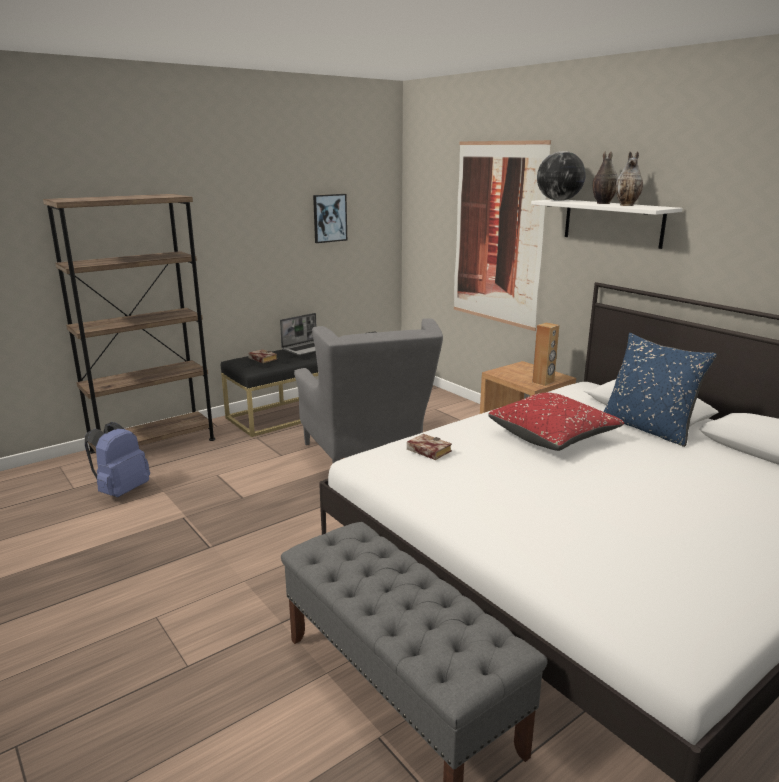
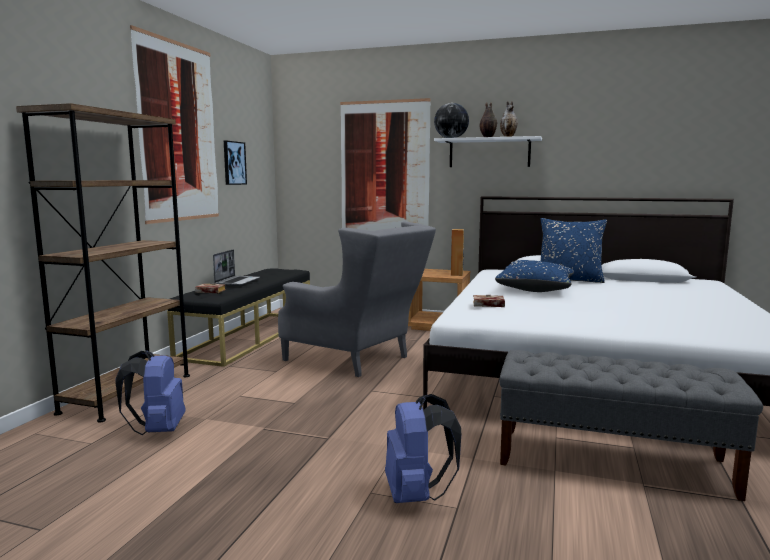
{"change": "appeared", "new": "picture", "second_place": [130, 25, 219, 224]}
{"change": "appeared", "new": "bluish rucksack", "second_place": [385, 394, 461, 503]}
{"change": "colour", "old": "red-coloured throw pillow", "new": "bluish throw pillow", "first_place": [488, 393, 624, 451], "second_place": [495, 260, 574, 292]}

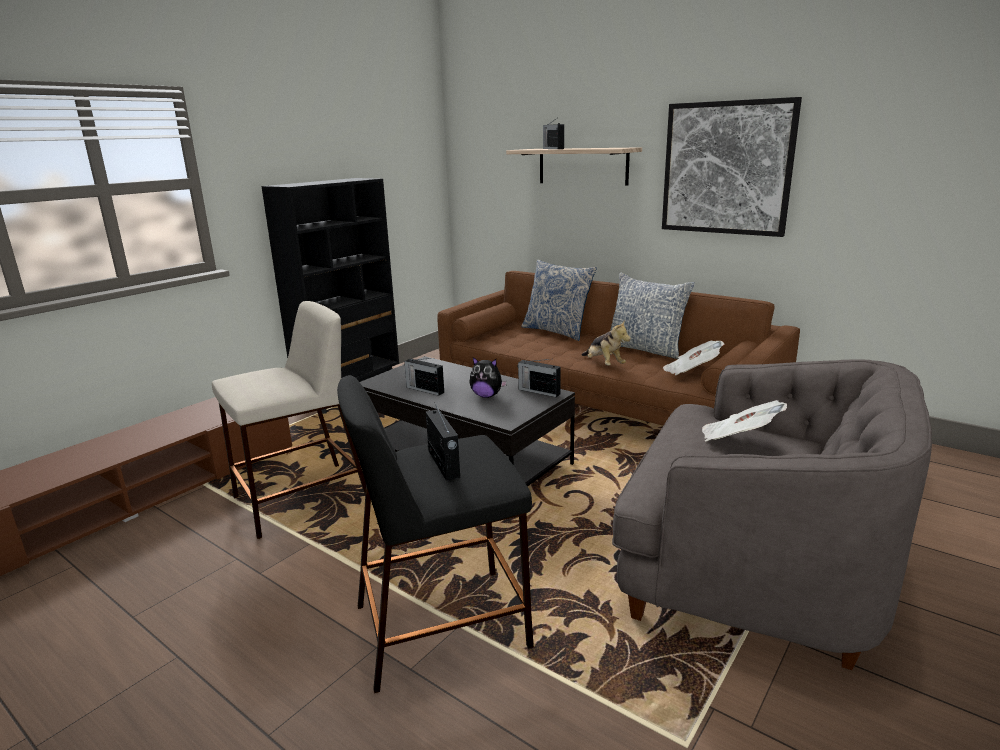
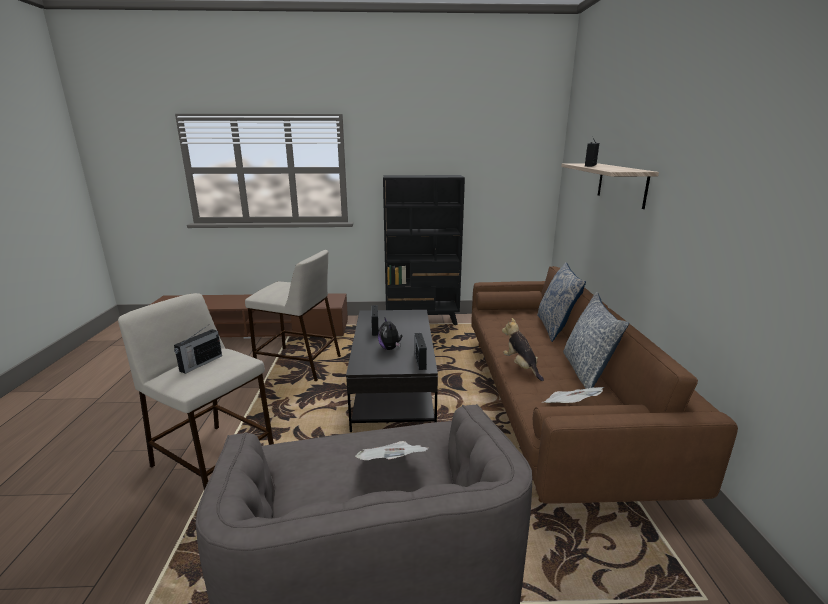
{"change": "missing", "old": "picture", "first_place": [662, 97, 802, 237]}
{"change": "colour", "old": "blackish sitting stool", "new": "sand-coloured sitting stool", "first_place": [337, 375, 534, 693], "second_place": [118, 293, 274, 490]}
{"change": "spun", "old": "cuddly toy", "first_place": [581, 320, 631, 365], "second_place": [502, 318, 544, 381], "degrees": 135}

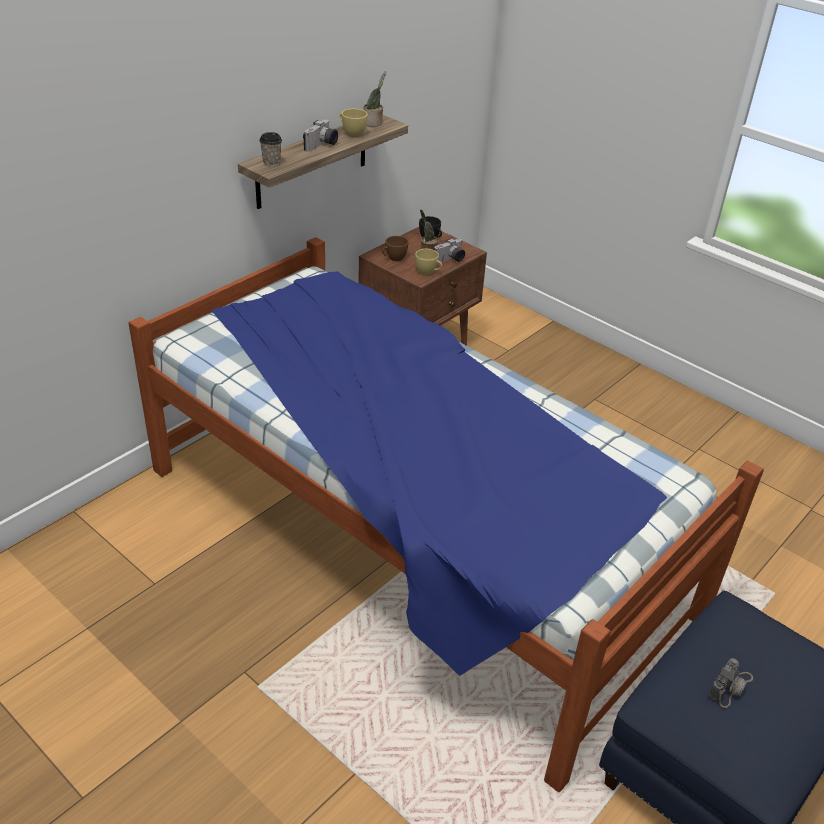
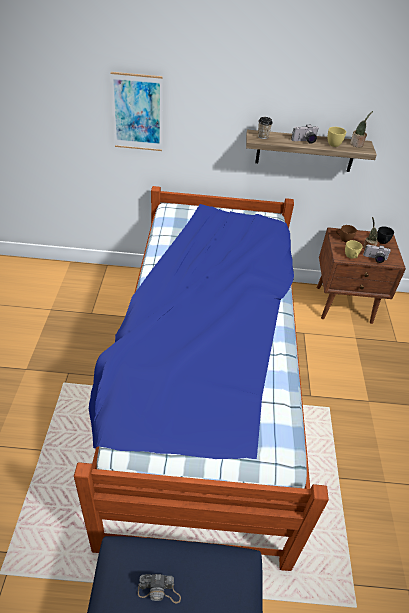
{"change": "appeared", "new": "picture", "second_place": [110, 72, 163, 151]}

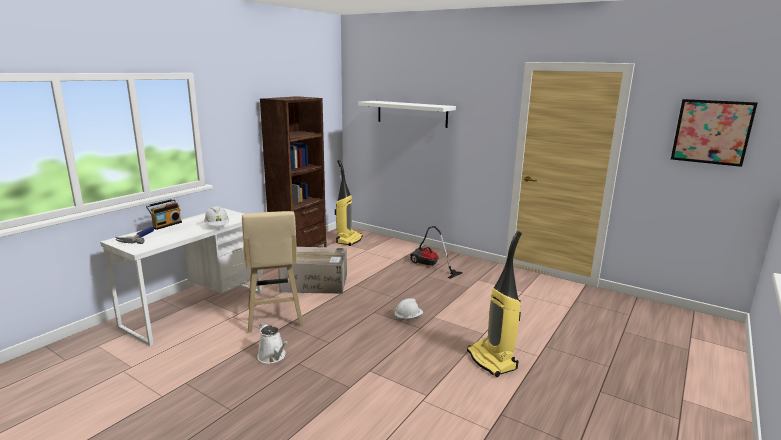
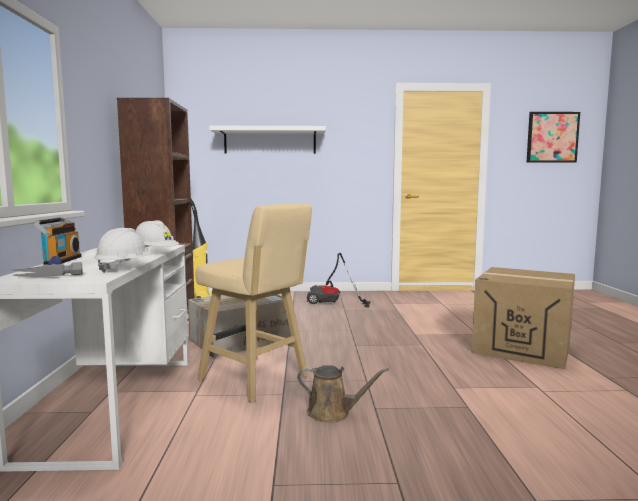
{"change": "relocated", "old": "white-coloured work helmet", "first_place": [395, 298, 423, 322], "second_place": [94, 228, 154, 273]}
{"change": "exchanged", "old": "hoover", "new": "packing box", "first_place": [467, 231, 522, 377], "second_place": [472, 267, 575, 369]}
{"change": "colour", "old": "white-coloured watering pot", "new": "brown-coloured watering pot", "first_place": [257, 323, 288, 364], "second_place": [297, 365, 389, 423]}

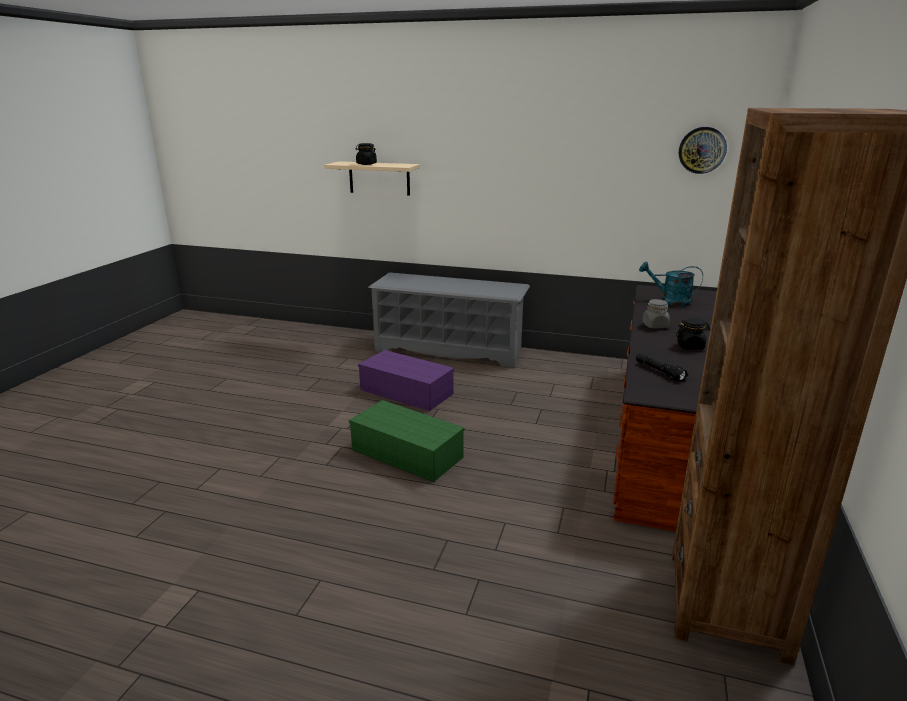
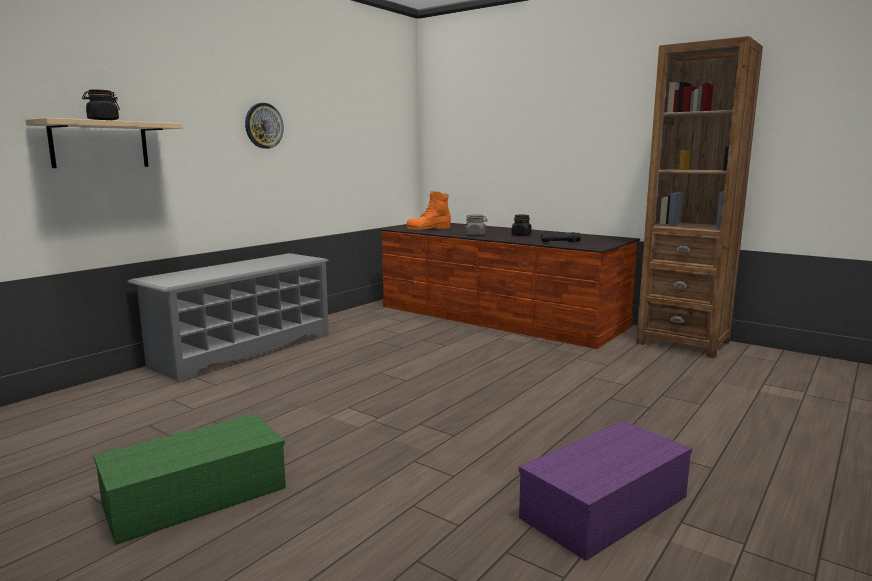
{"change": "relocated", "old": "green-coloured storage container", "first_place": [349, 400, 464, 482], "second_place": [93, 414, 286, 545]}
{"change": "relocated", "old": "purplish storage container", "first_place": [358, 350, 454, 411], "second_place": [519, 421, 692, 561]}
{"change": "relocated", "old": "clock on the wall", "first_place": [679, 127, 727, 174], "second_place": [245, 103, 284, 149]}
{"change": "exchanged", "old": "turquoise-coloured watering pot", "new": "orangey boot", "first_place": [639, 262, 703, 306], "second_place": [407, 191, 451, 230]}

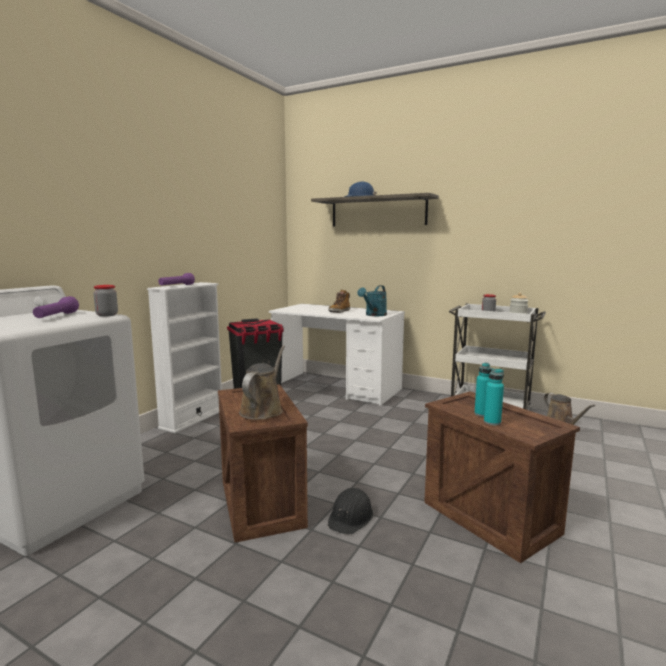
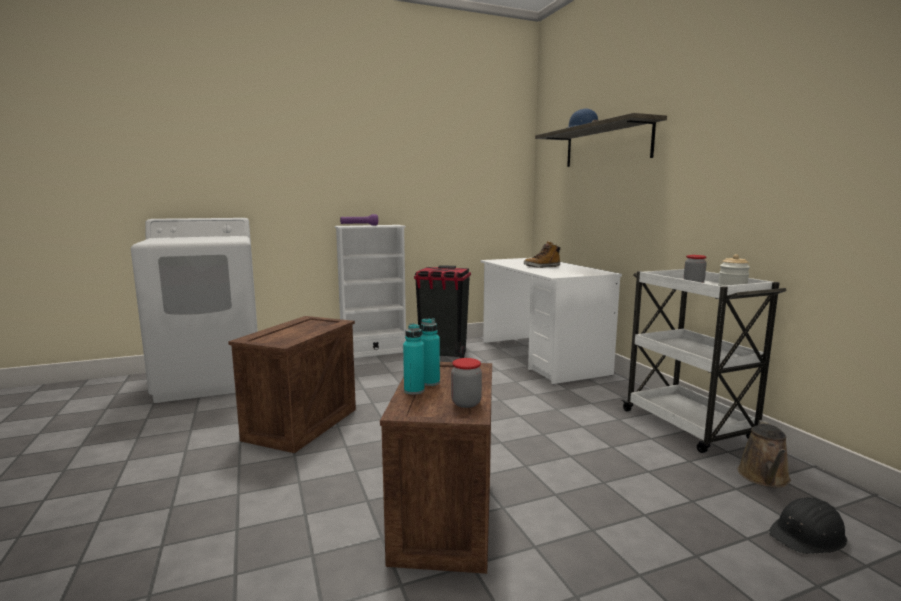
{"change": "missing", "old": "purplish hand torch", "first_place": [33, 296, 79, 318]}
{"change": "missing", "old": "brown-coloured watering pot", "first_place": [239, 345, 285, 420]}
{"change": "missing", "old": "turquoise-coloured watering pot", "first_place": [357, 285, 387, 316]}
{"change": "relocated", "old": "preserve jar", "first_place": [93, 285, 118, 317], "second_place": [451, 358, 482, 408]}
{"change": "relocated", "old": "blackish work helmet", "first_place": [328, 488, 373, 534], "second_place": [768, 497, 847, 554]}

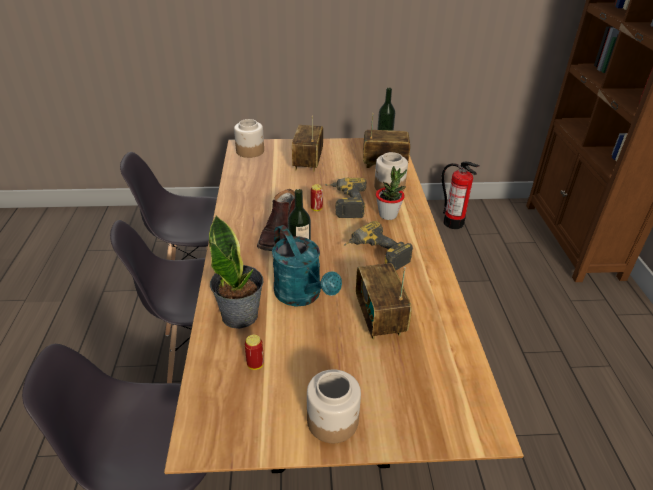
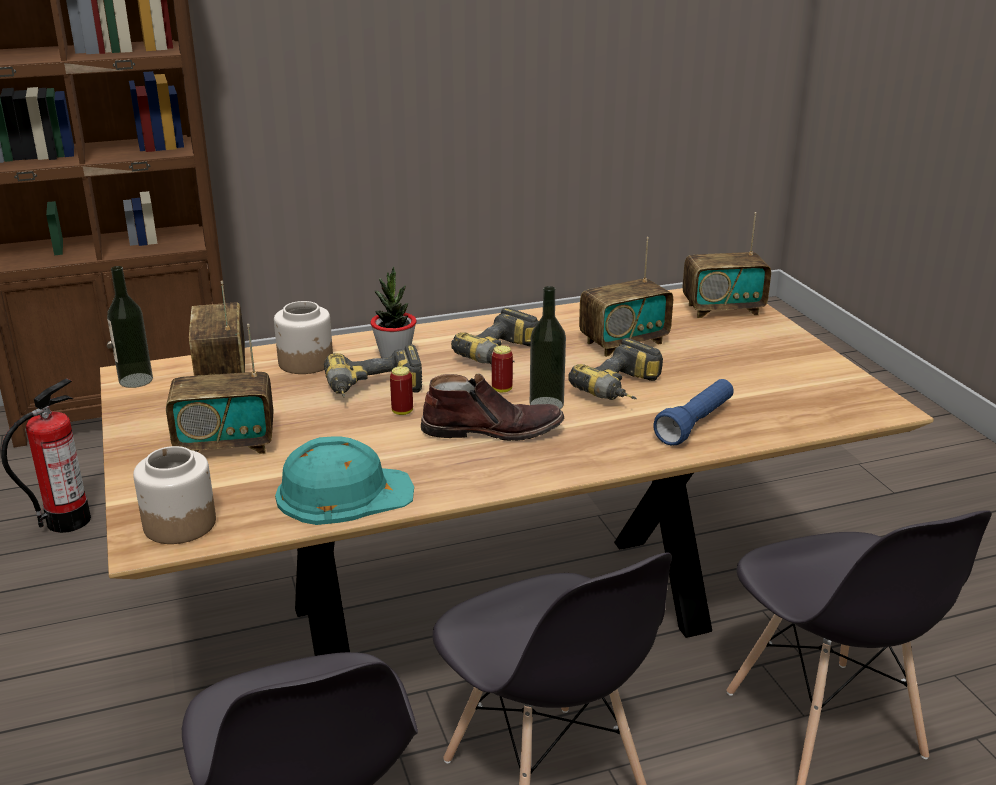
{"change": "missing", "old": "preserve jar", "first_place": [307, 370, 361, 443]}
{"change": "appeared", "new": "turquoise-coloured work helmet", "second_place": [275, 436, 414, 525]}
{"change": "appeared", "new": "radio", "second_place": [683, 212, 771, 318]}
{"change": "relocated", "old": "sealed can", "first_place": [245, 335, 264, 370], "second_place": [492, 346, 513, 392]}
{"change": "exchanged", "old": "plant in a pot", "new": "bluish hand torch", "first_place": [209, 216, 263, 329], "second_place": [653, 379, 734, 446]}
{"change": "exchanged", "old": "turquoise-coloured watering pot", "new": "electric drill", "first_place": [272, 225, 342, 307], "second_place": [569, 338, 663, 400]}

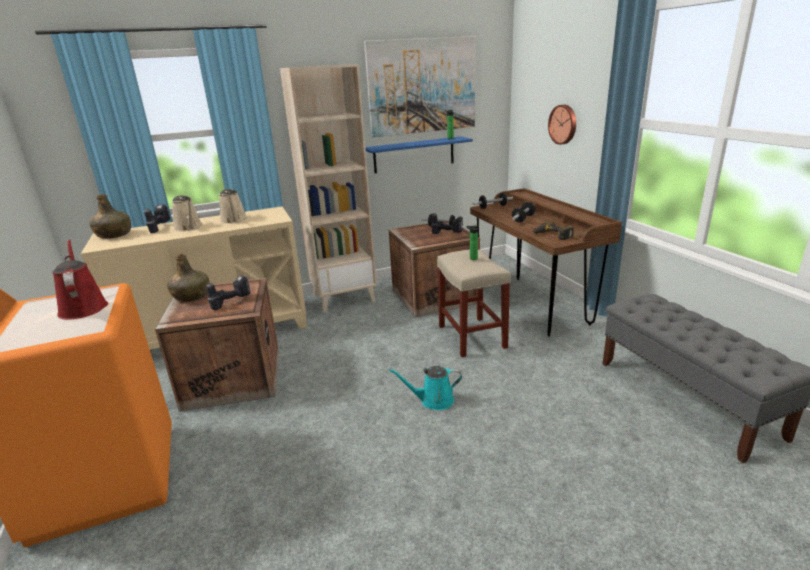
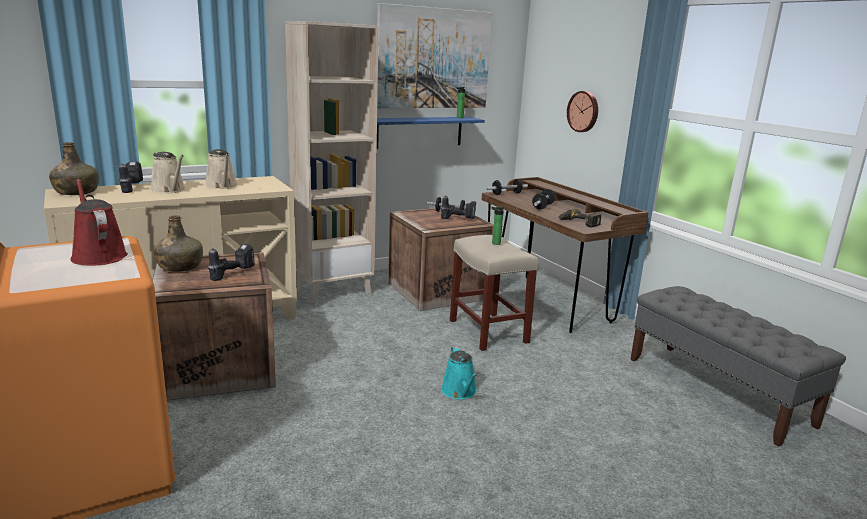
{"change": "spun", "old": "turquoise-coloured watering pot", "first_place": [388, 366, 462, 410], "second_place": [441, 346, 477, 399], "degrees": -90}

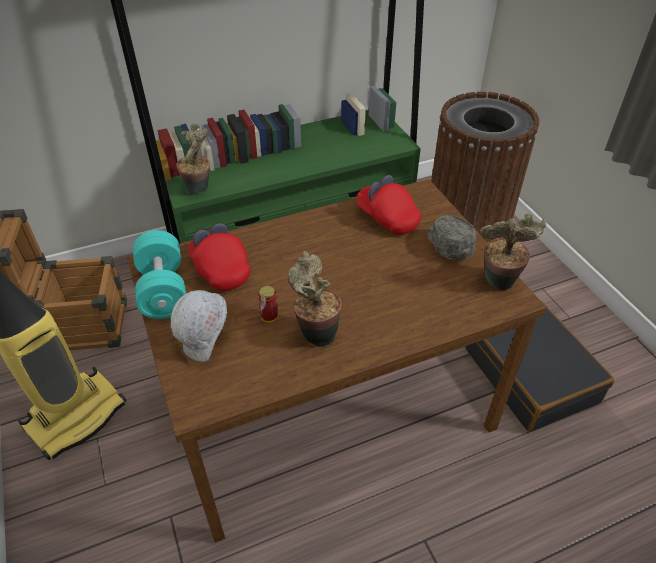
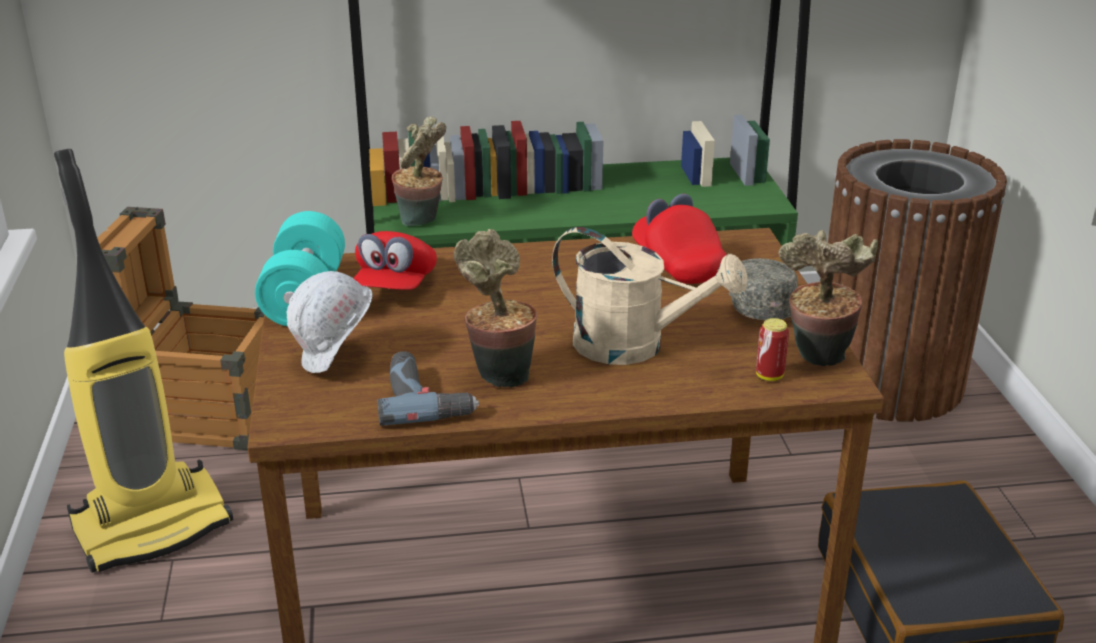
{"change": "appeared", "new": "electric drill", "second_place": [377, 351, 479, 426]}
{"change": "appeared", "new": "sand-coloured watering pot", "second_place": [552, 227, 747, 365]}
{"change": "relocated", "old": "sealed can", "first_place": [258, 286, 278, 322], "second_place": [756, 318, 789, 381]}
{"change": "spun", "old": "red-coloured baseball cap", "first_place": [188, 223, 250, 290], "second_place": [353, 231, 437, 290], "degrees": -150}

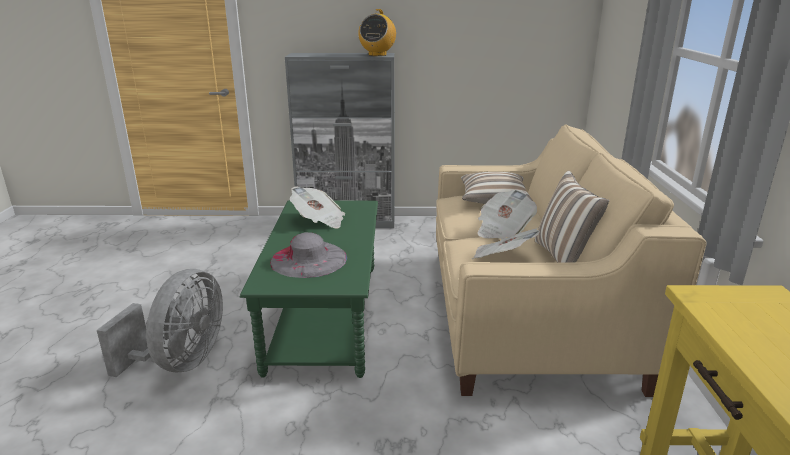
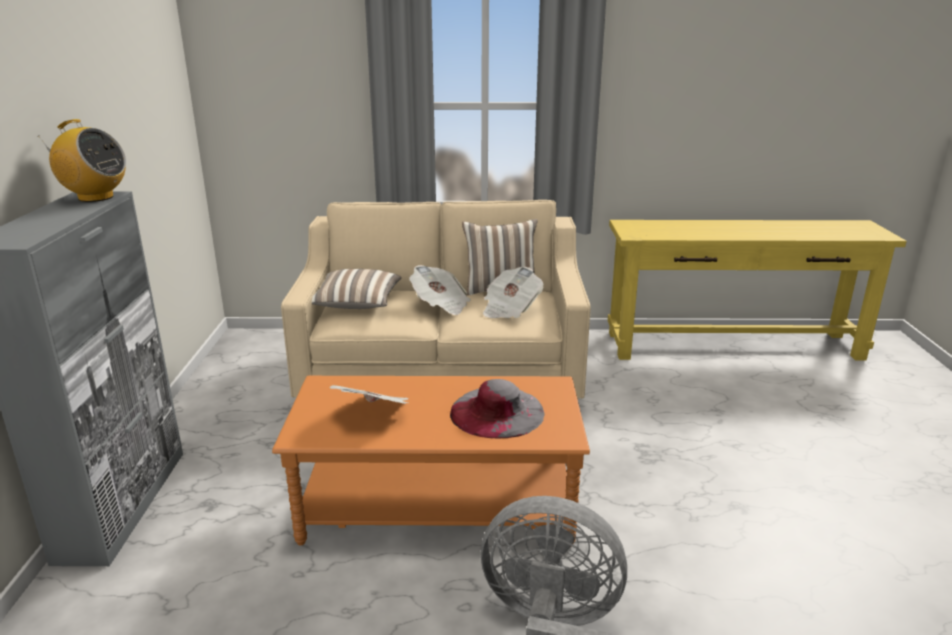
{"change": "colour", "old": "green-coloured lounge table", "new": "orangey lounge table", "first_place": [240, 200, 378, 378], "second_place": [272, 376, 590, 546]}

